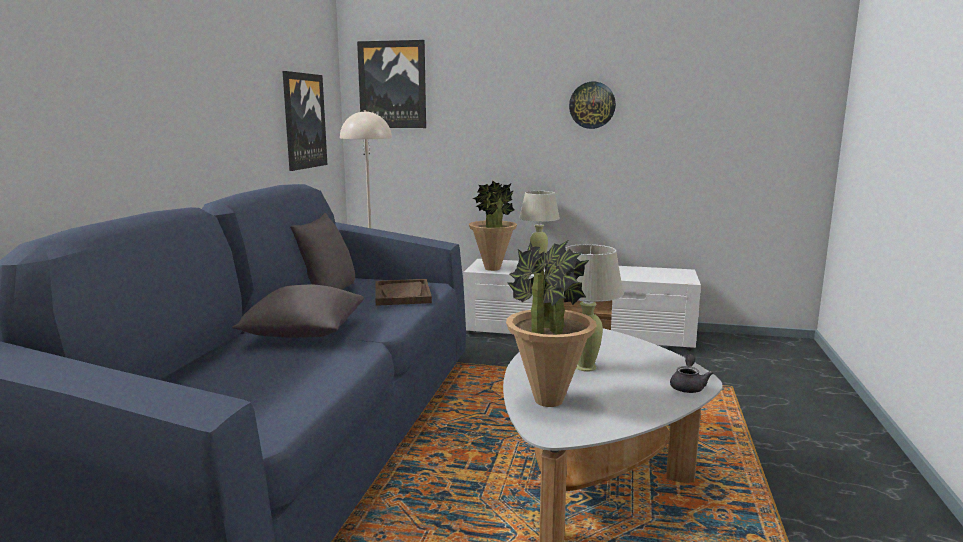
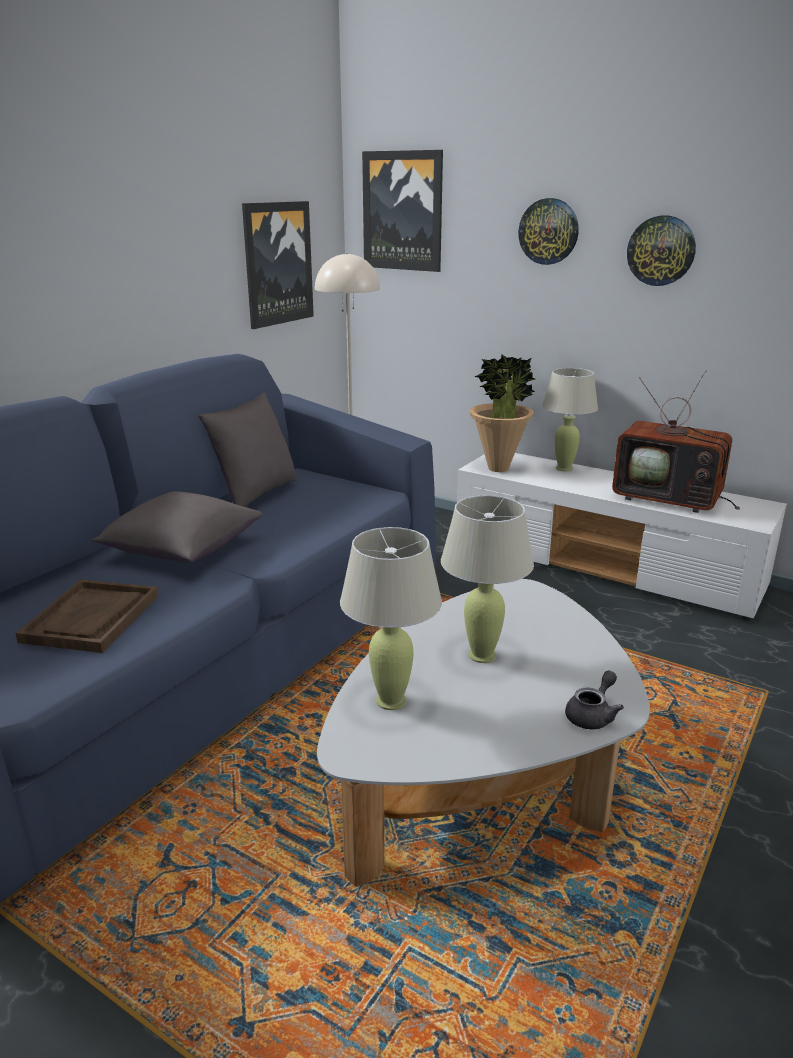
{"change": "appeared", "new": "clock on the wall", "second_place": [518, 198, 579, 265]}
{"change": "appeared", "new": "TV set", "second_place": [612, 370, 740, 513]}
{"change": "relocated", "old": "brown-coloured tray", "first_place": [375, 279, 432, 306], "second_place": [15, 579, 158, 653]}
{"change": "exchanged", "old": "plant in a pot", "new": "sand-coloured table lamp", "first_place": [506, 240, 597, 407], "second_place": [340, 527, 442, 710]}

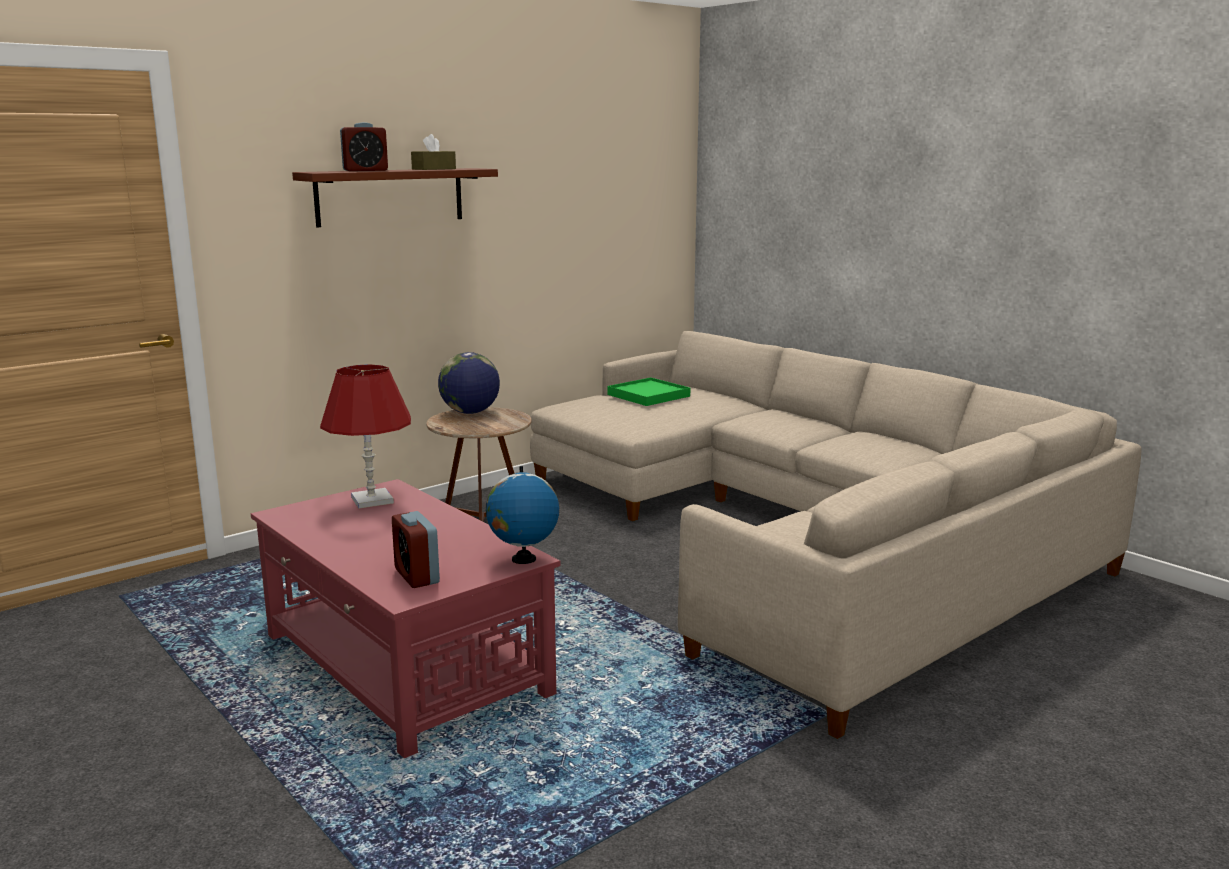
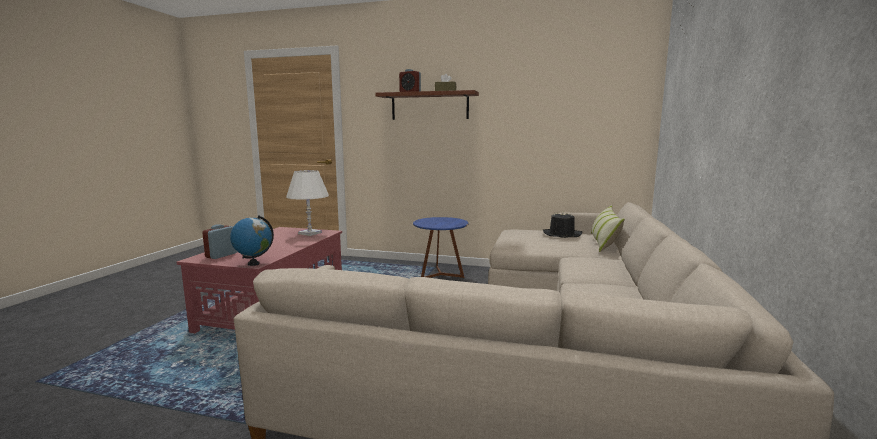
{"change": "missing", "old": "globe", "first_place": [438, 352, 500, 414]}
{"change": "appeared", "new": "throw pillow", "second_place": [591, 205, 625, 252]}
{"change": "exchanged", "old": "green-coloured tray", "new": "blackish hat", "first_place": [607, 377, 690, 406], "second_place": [542, 212, 582, 238]}
{"change": "colour", "old": "red-coloured table lamp", "new": "white-coloured table lamp", "first_place": [320, 364, 411, 508], "second_place": [286, 170, 329, 236]}
{"change": "colour", "old": "brown-coloured end table", "new": "bluish end table", "first_place": [426, 407, 532, 522], "second_place": [413, 217, 469, 278]}

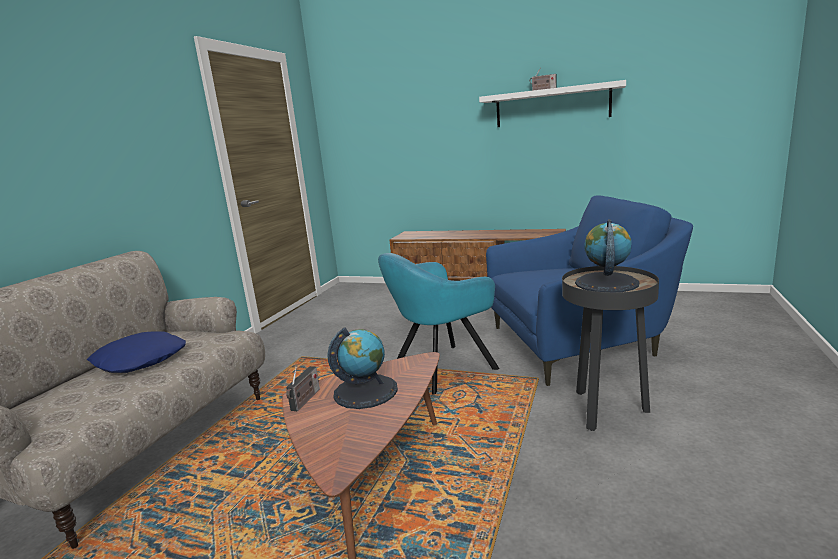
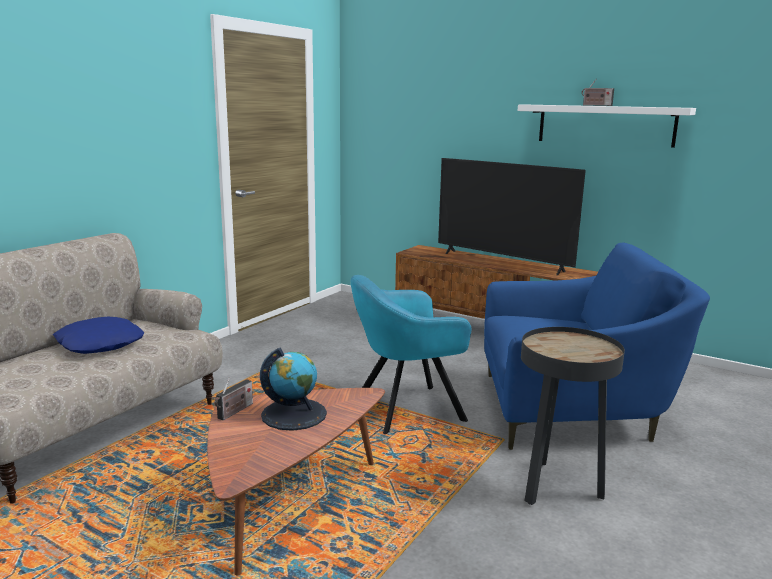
{"change": "missing", "old": "globe", "first_place": [575, 219, 640, 292]}
{"change": "appeared", "new": "TV set", "second_place": [438, 158, 586, 275]}

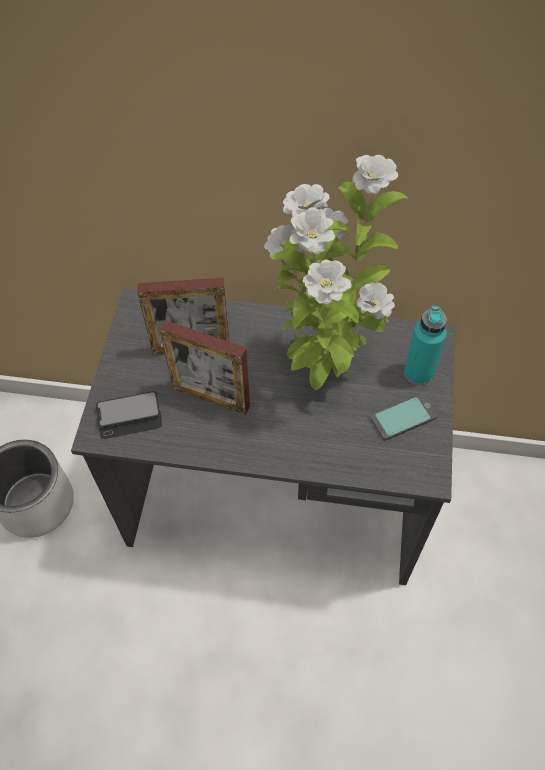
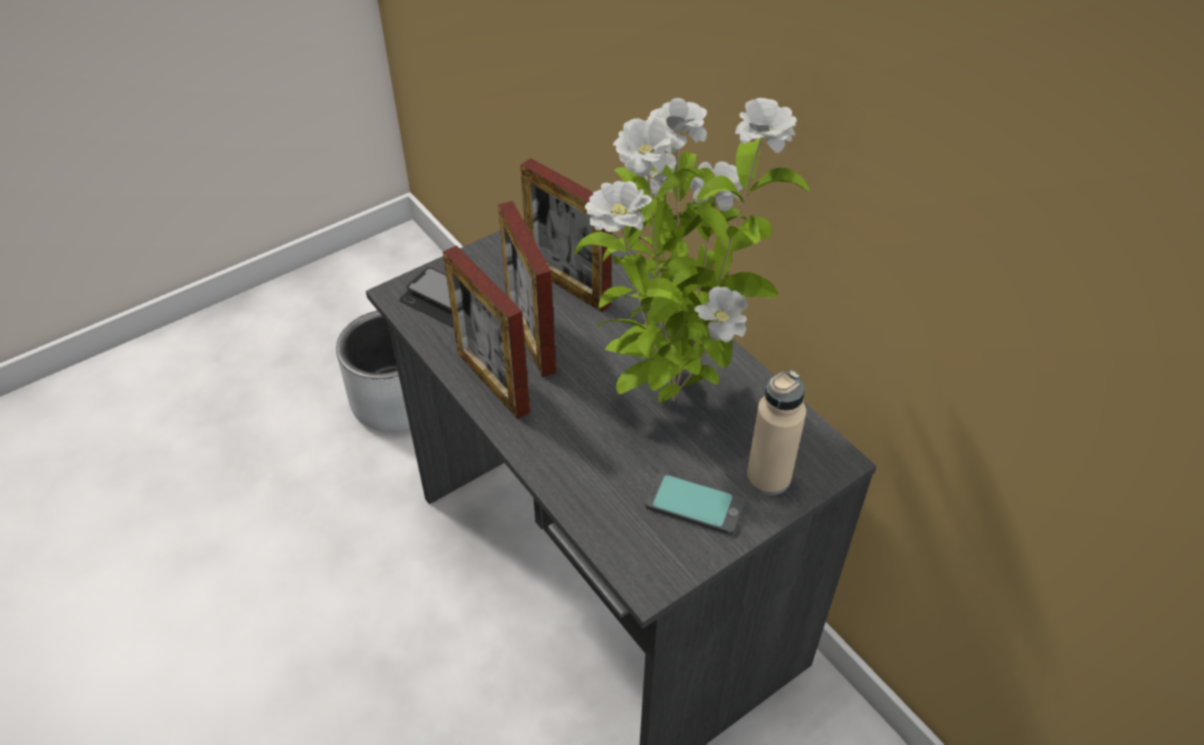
{"change": "appeared", "new": "picture frame", "second_place": [443, 245, 530, 419]}
{"change": "colour", "old": "turquoise-coloured beverage bottle", "new": "sand-coloured beverage bottle", "first_place": [404, 306, 447, 385], "second_place": [747, 370, 806, 495]}

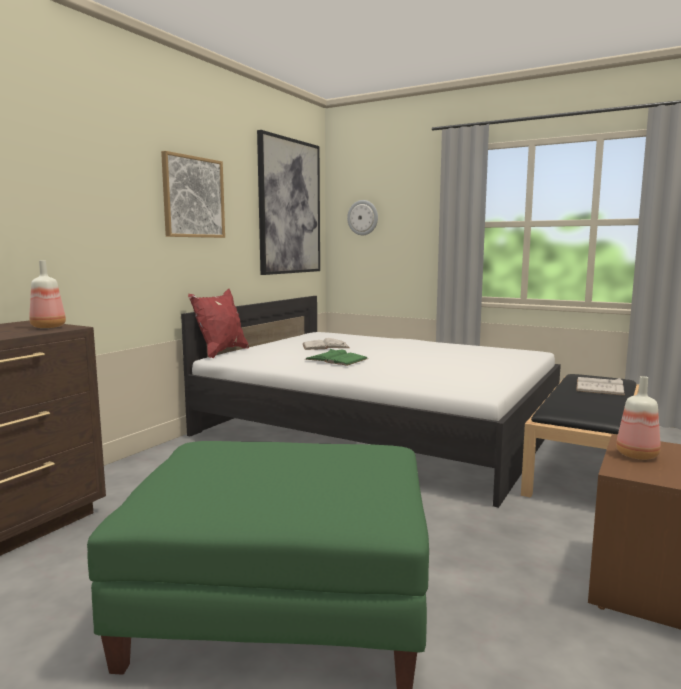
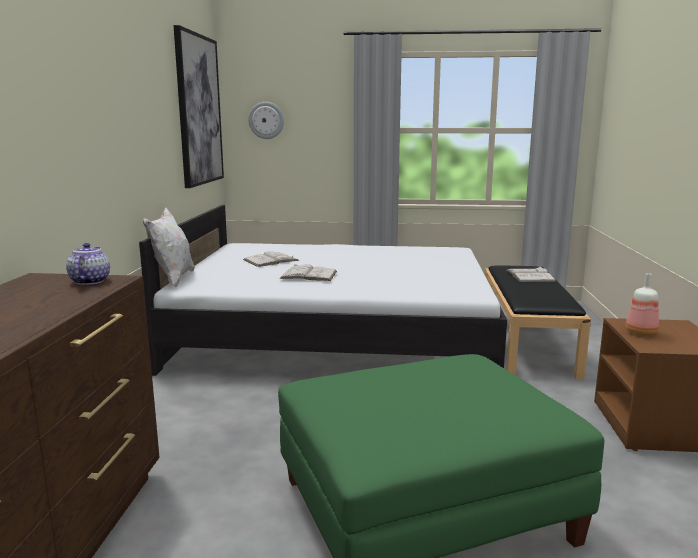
{"change": "missing", "old": "picture", "first_place": [161, 151, 225, 238]}
{"change": "exchanged", "old": "beverage bottle", "new": "teapot", "first_place": [29, 260, 66, 328], "second_place": [66, 243, 110, 285]}
{"change": "colour", "old": "red-coloured throw pillow", "new": "white-coloured throw pillow", "first_place": [188, 289, 249, 358], "second_place": [143, 207, 195, 287]}
{"change": "colour", "old": "green-coloured book", "new": "white-coloured book", "first_place": [305, 349, 368, 366], "second_place": [280, 264, 337, 281]}

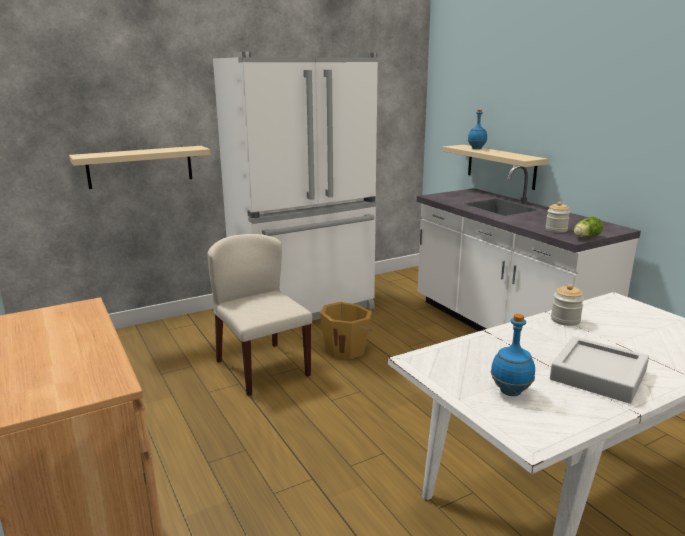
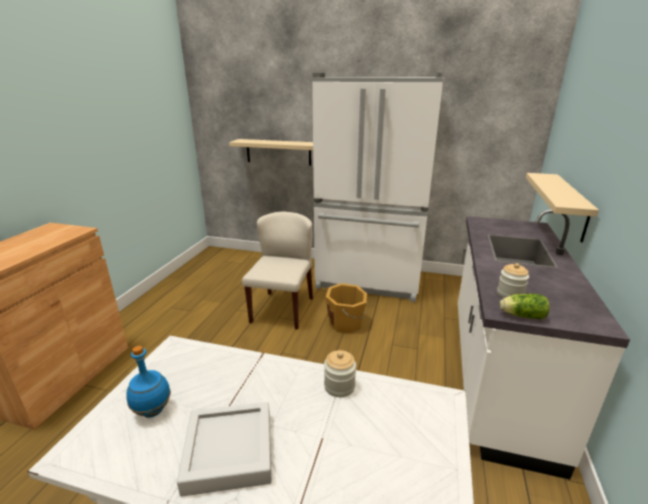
{"change": "missing", "old": "bluish beverage bottle", "first_place": [468, 110, 487, 149]}

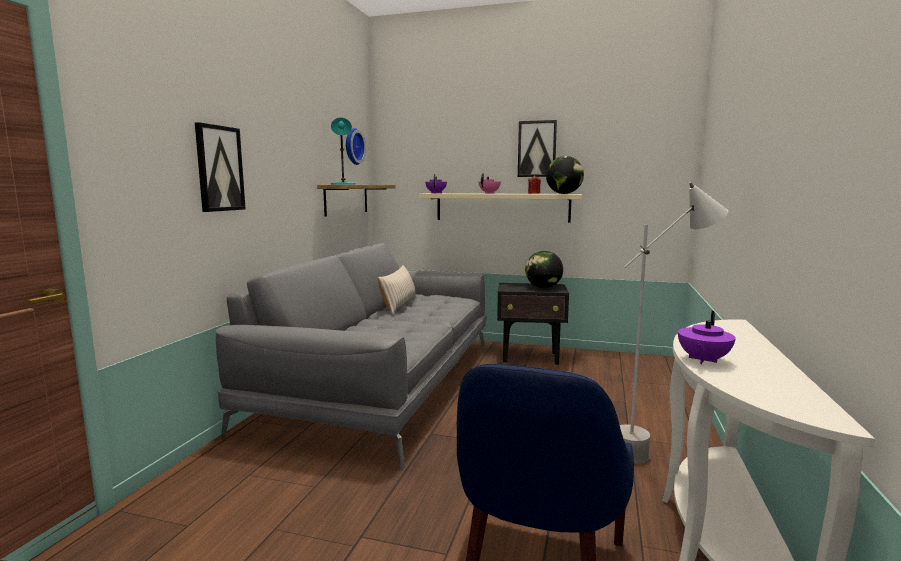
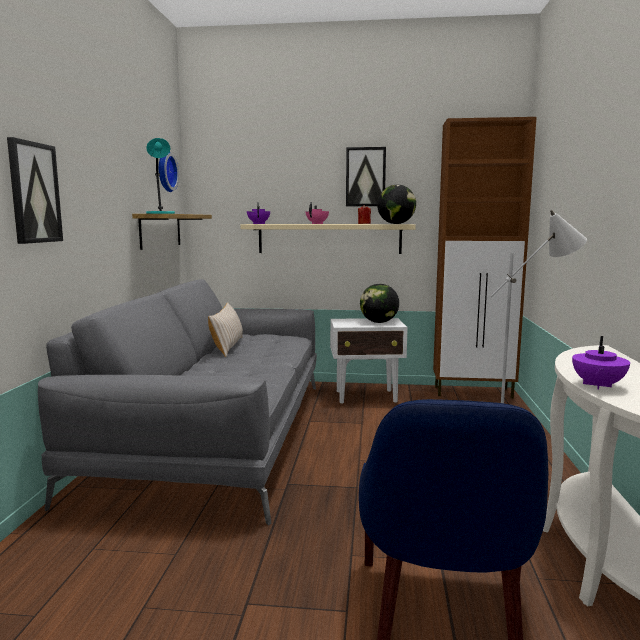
{"change": "appeared", "new": "brown-coloured cupboard", "second_place": [433, 117, 536, 399]}
{"change": "colour", "old": "blackish end table", "new": "white-coloured end table", "first_place": [497, 283, 569, 365], "second_place": [330, 318, 408, 404]}

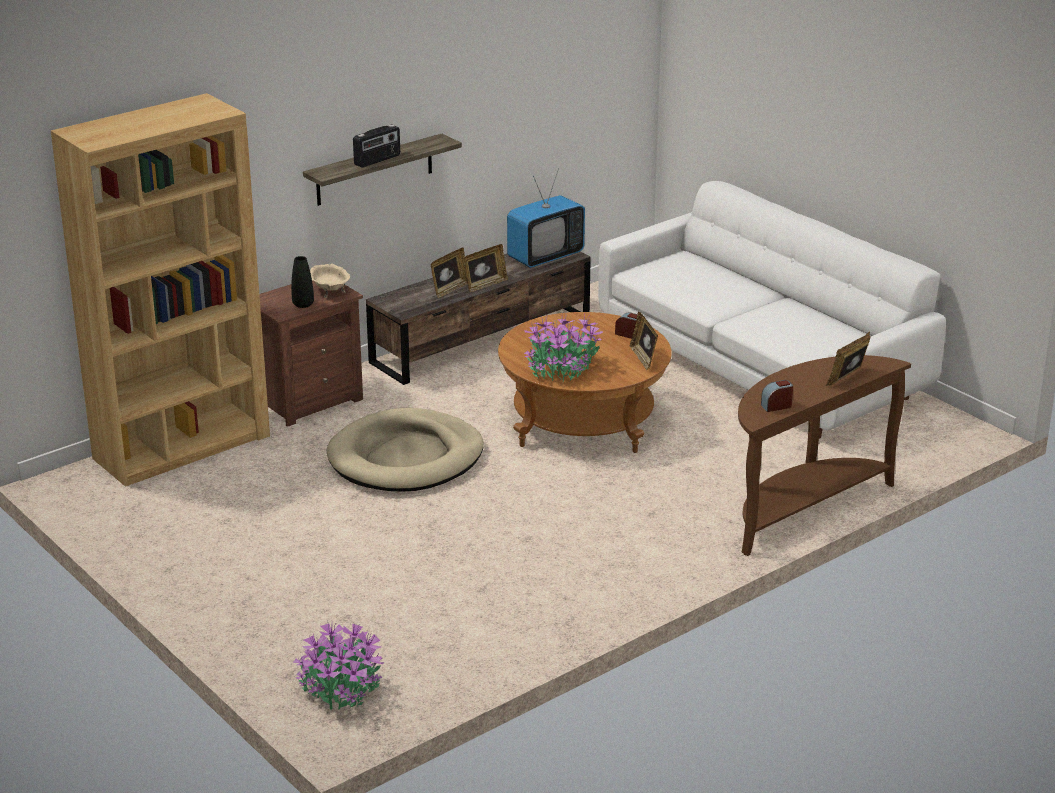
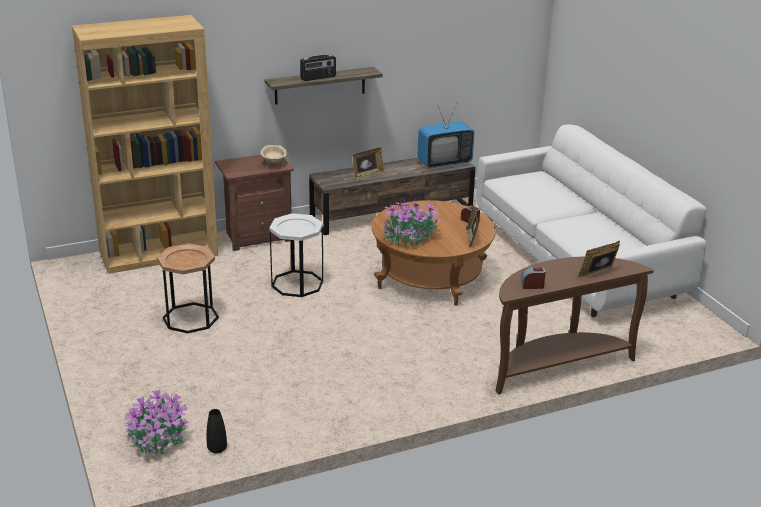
{"change": "missing", "old": "picture frame", "first_place": [464, 244, 508, 292]}
{"change": "appeared", "new": "brown-coloured end table", "second_place": [157, 243, 219, 333]}
{"change": "relocated", "old": "blackish flower vase", "first_place": [291, 256, 314, 308], "second_place": [206, 409, 227, 453]}
{"change": "exchanged", "old": "sand-coloured dog bed", "new": "white-coloured end table", "first_place": [327, 408, 484, 492], "second_place": [270, 213, 323, 297]}

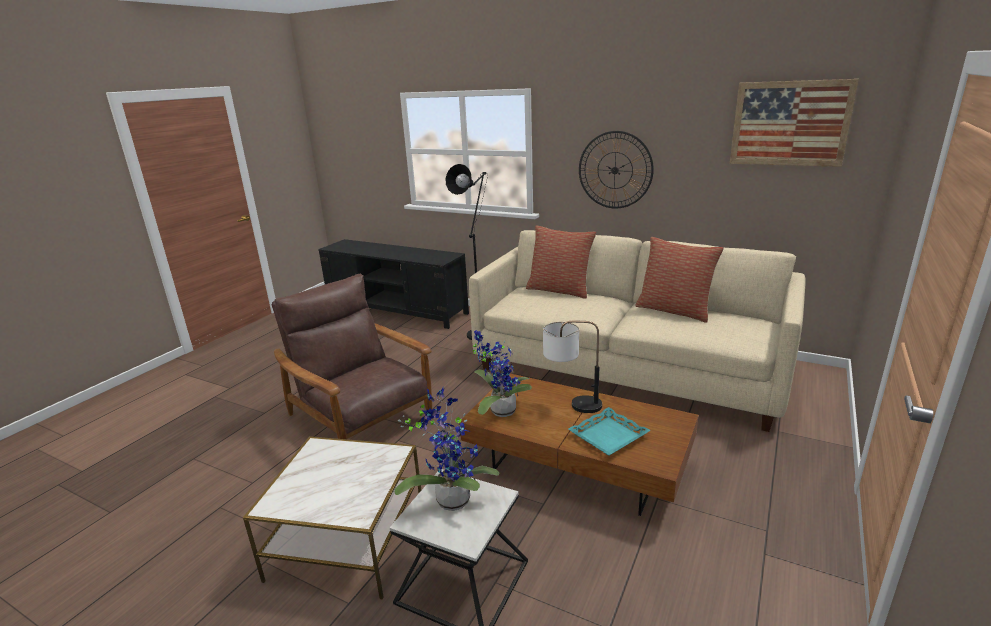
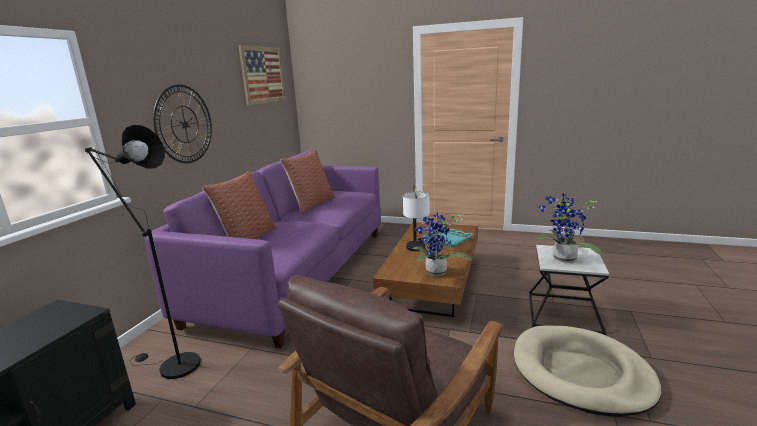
{"change": "exchanged", "old": "end table", "new": "sand-coloured dog bed", "first_place": [243, 436, 421, 600], "second_place": [514, 325, 662, 417]}
{"change": "colour", "old": "sand-coloured settee", "new": "purplish settee", "first_place": [469, 230, 805, 432], "second_place": [144, 150, 381, 348]}

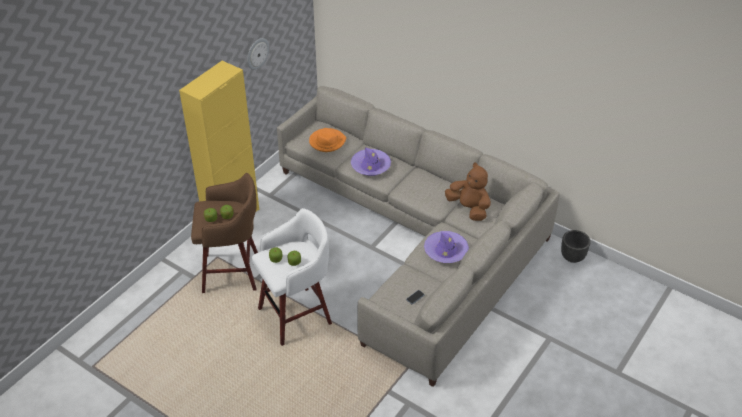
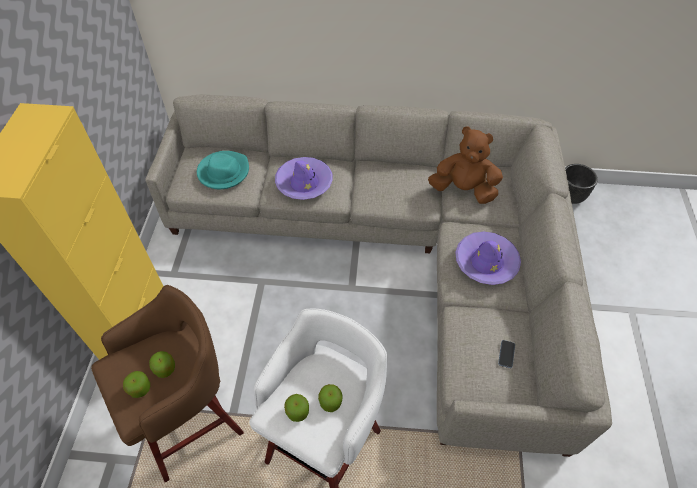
{"change": "missing", "old": "clock on the wall", "first_place": [247, 38, 269, 70]}
{"change": "colour", "old": "orangey hat", "new": "turquoise-coloured hat", "first_place": [309, 128, 346, 152], "second_place": [197, 151, 249, 189]}

